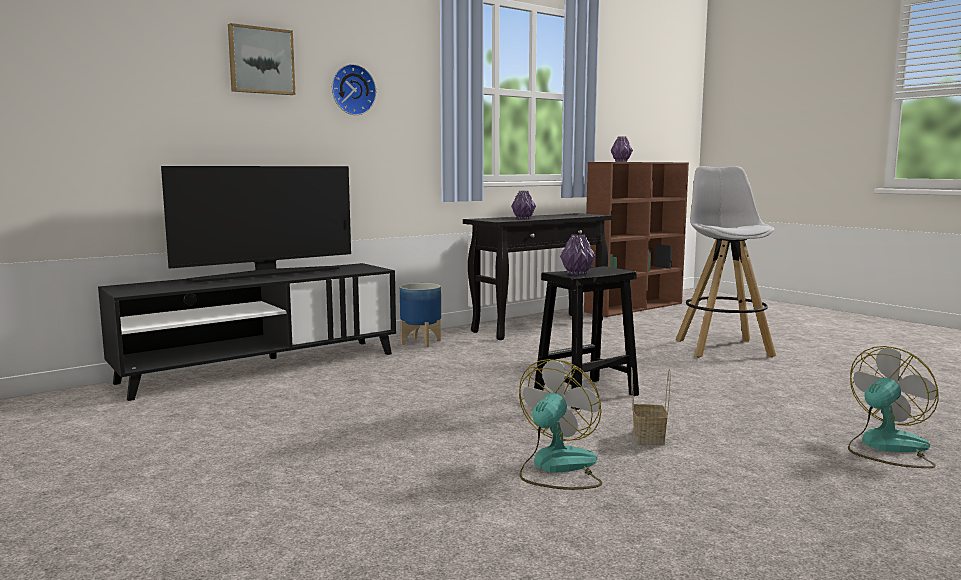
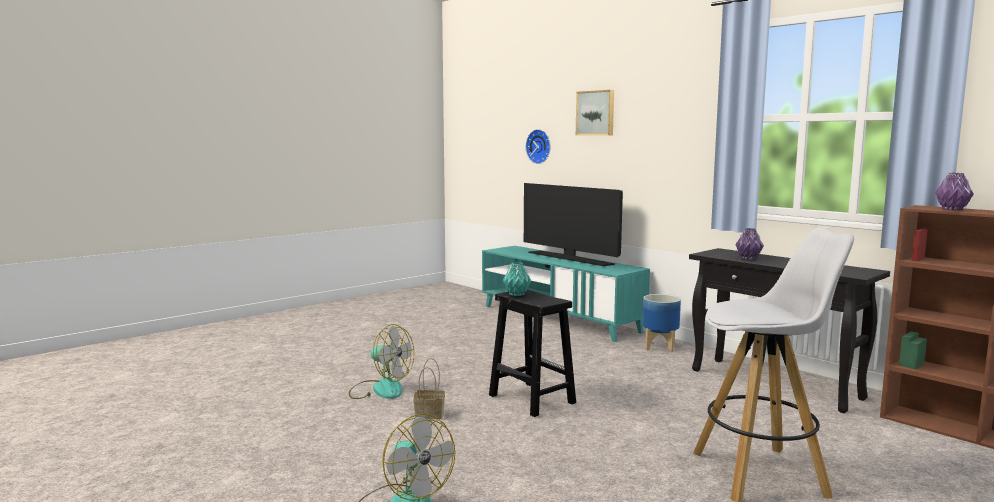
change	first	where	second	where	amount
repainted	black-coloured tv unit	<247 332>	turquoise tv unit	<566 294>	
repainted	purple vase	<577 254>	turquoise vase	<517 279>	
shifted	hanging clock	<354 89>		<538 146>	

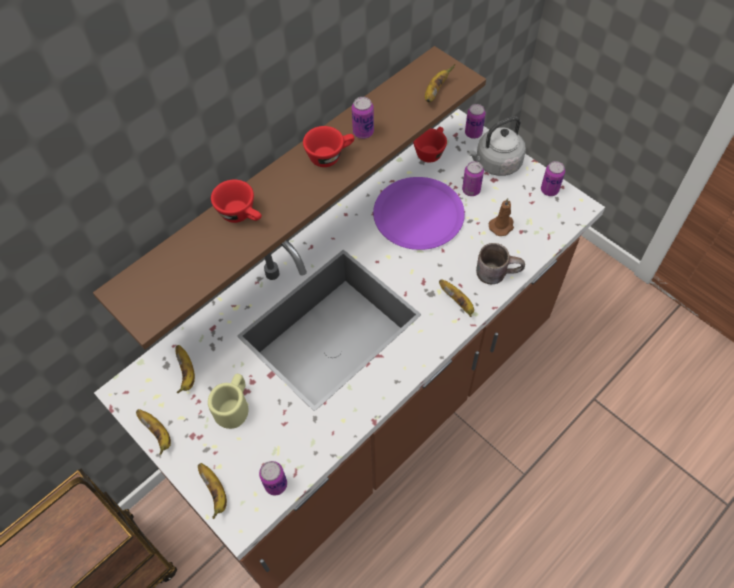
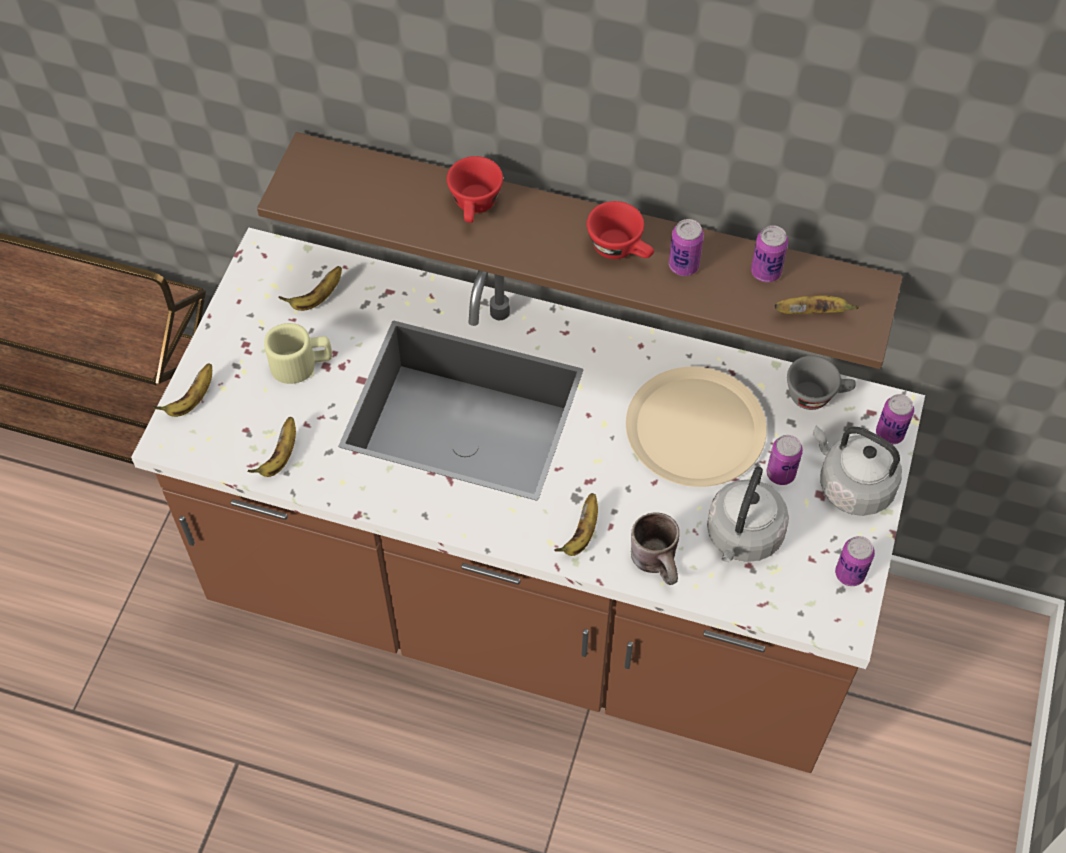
change	first	where	second	where	amount
shifted	whole banana	<153 432>		<272 447>	
repainted	purple flat dish	<419 213>	beige-coloured flat dish	<696 427>	
swapped	brown candle	<501 217>	gray tea kettle	<748 514>	
shifted	metal can	<273 478>		<769 253>	
repainted	red-coloured drinking cup	<430 145>	gray drinking cup	<821 383>	

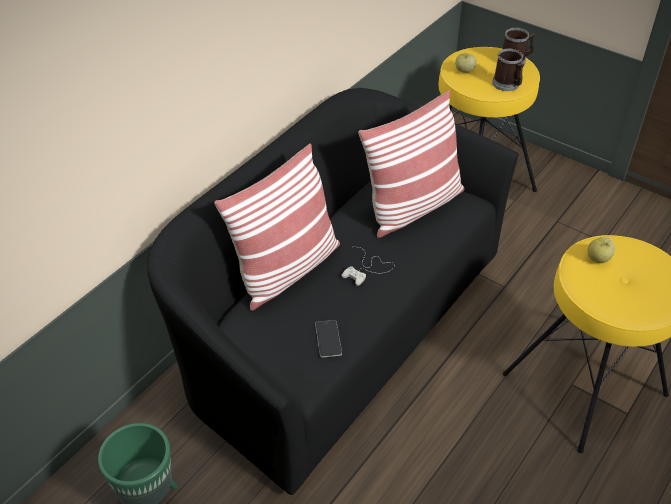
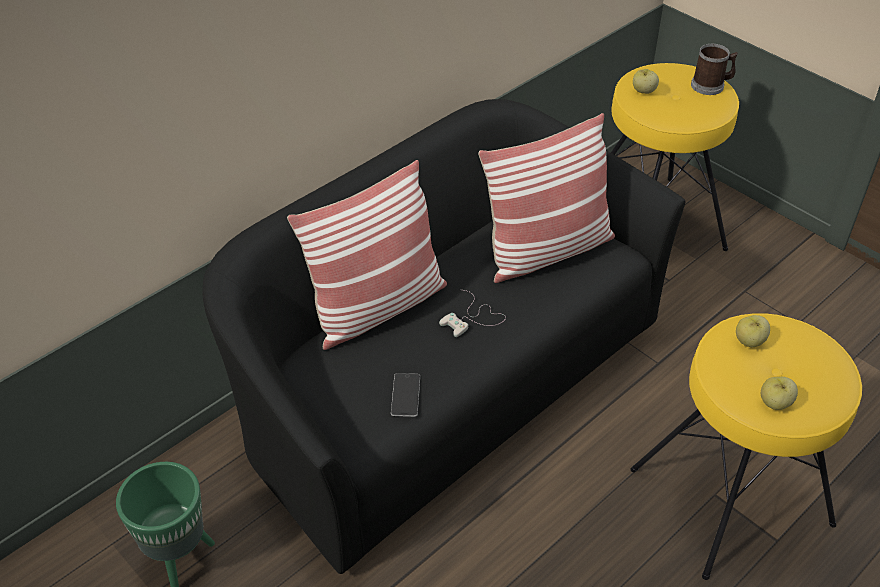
change	first	where	second	where	amount
new			apple fruit	<779 393>	
gone	mug	<508 70>			

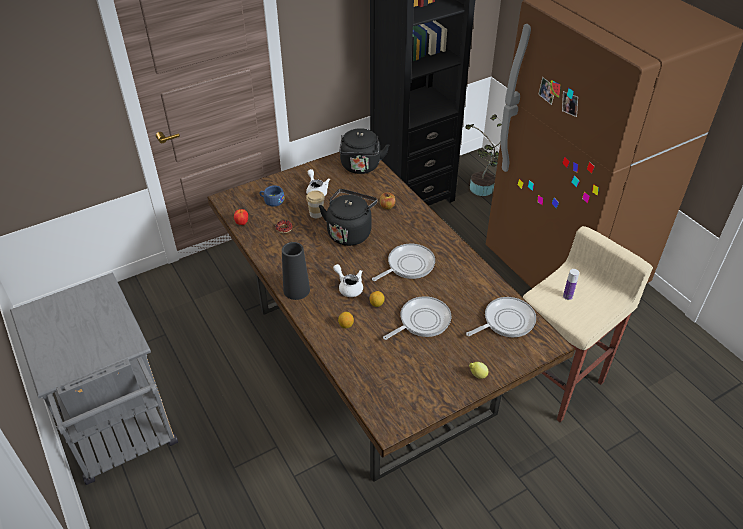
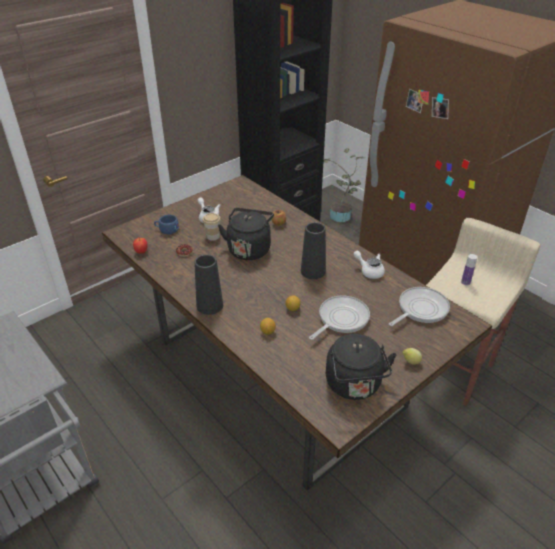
change	first	where	second	where	amount
swapped	pan	<403 262>	black-coloured vase	<313 250>	
shifted	black-coloured tea kettle	<364 151>		<361 367>	
shifted	white teapot	<348 280>		<369 265>	

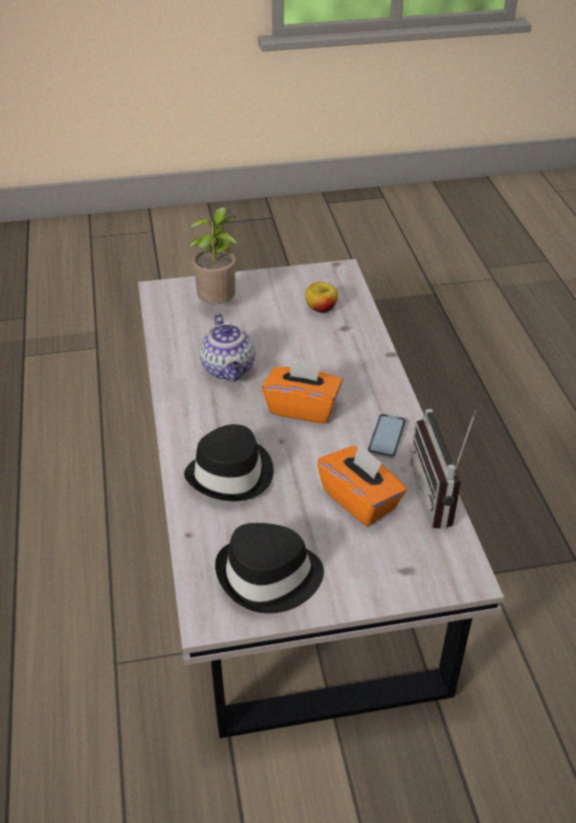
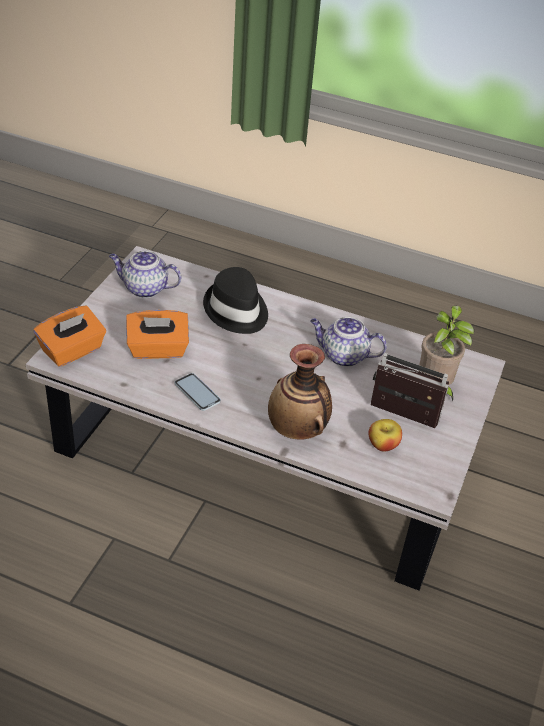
change	first	where	second	where	amount
shifted	orangey tissue box	<302 390>		<70 336>	
swapped	black-coloured wearable hat	<269 568>	teapot	<145 274>	
new			vase	<300 392>	
shifted	radio	<443 469>		<410 390>	

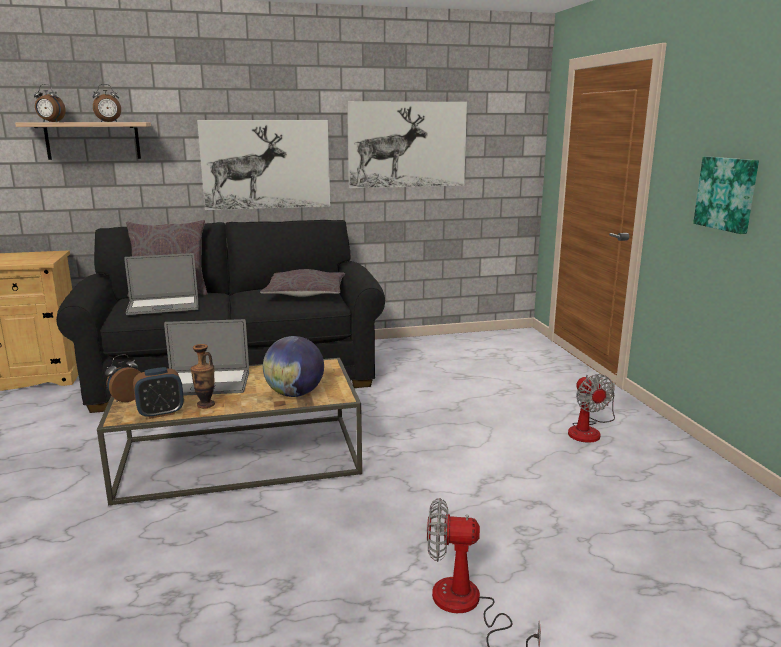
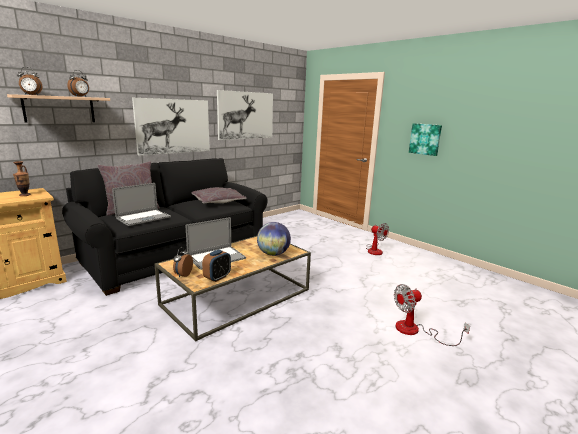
change	first	where	second	where	amount
shifted	vase	<203 376>		<22 178>	

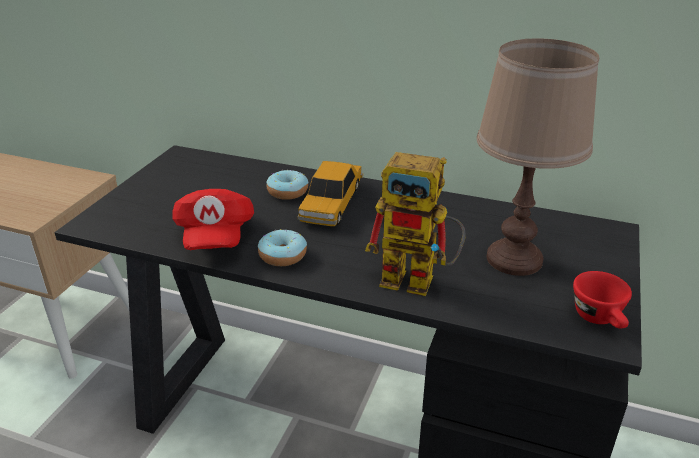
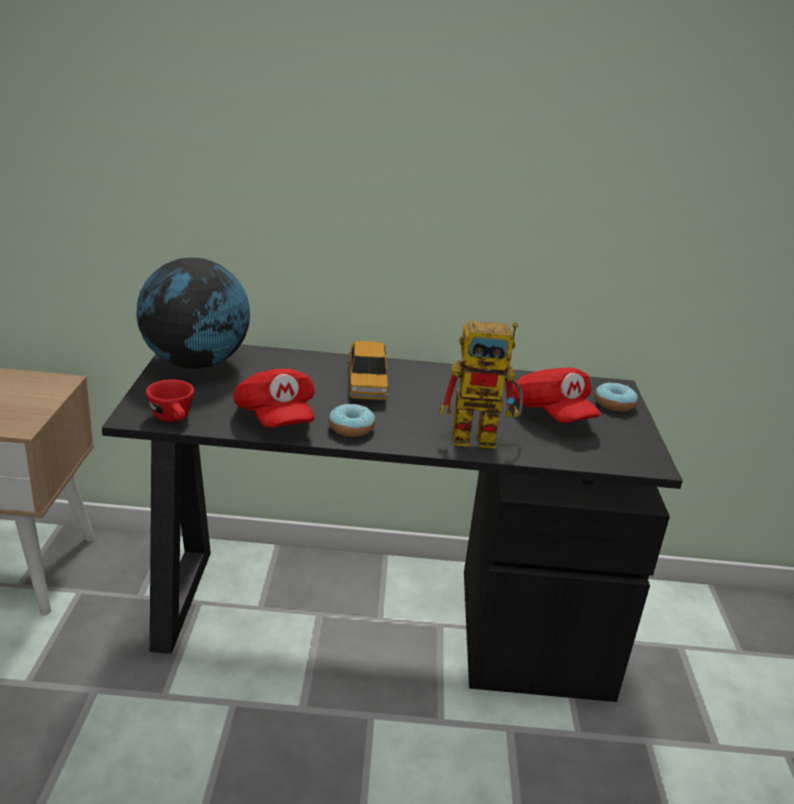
change	first	where	second	where	amount
new			world globe	<193 313>	
shifted	red-coloured drinking cup	<602 300>		<170 400>	
swapped	brown table lamp	<538 157>	red-coloured cap	<557 395>	
shifted	donut	<287 185>		<616 397>	

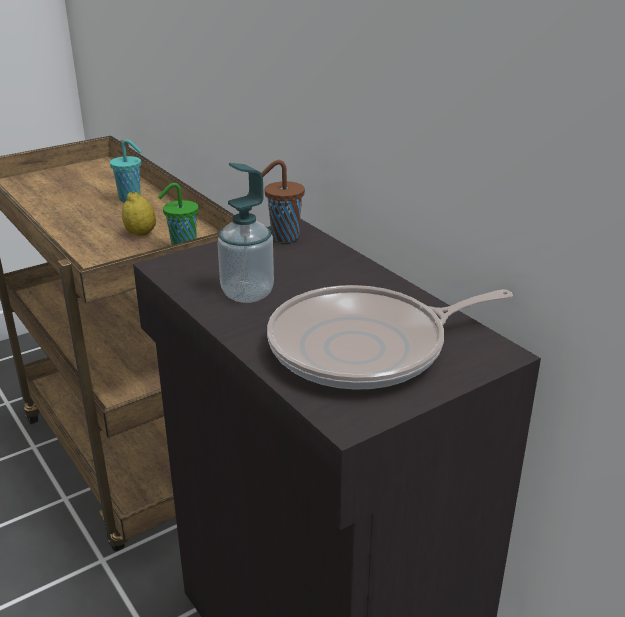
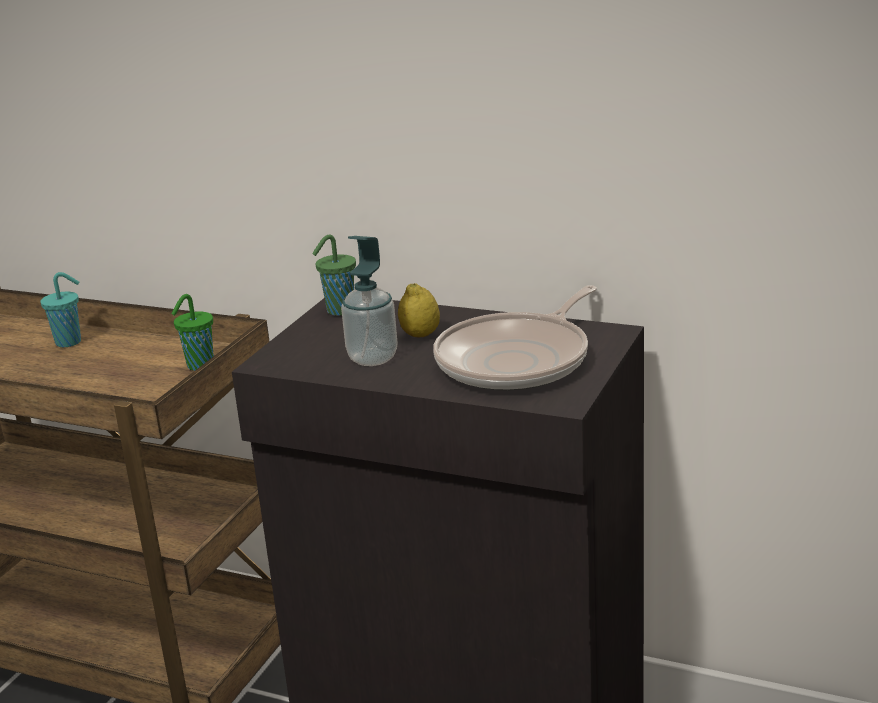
change	first	where	second	where	amount
repainted	brown drinking cup	<283 201>	green drinking cup	<334 275>	
shifted	whole lemon	<139 214>		<419 310>	

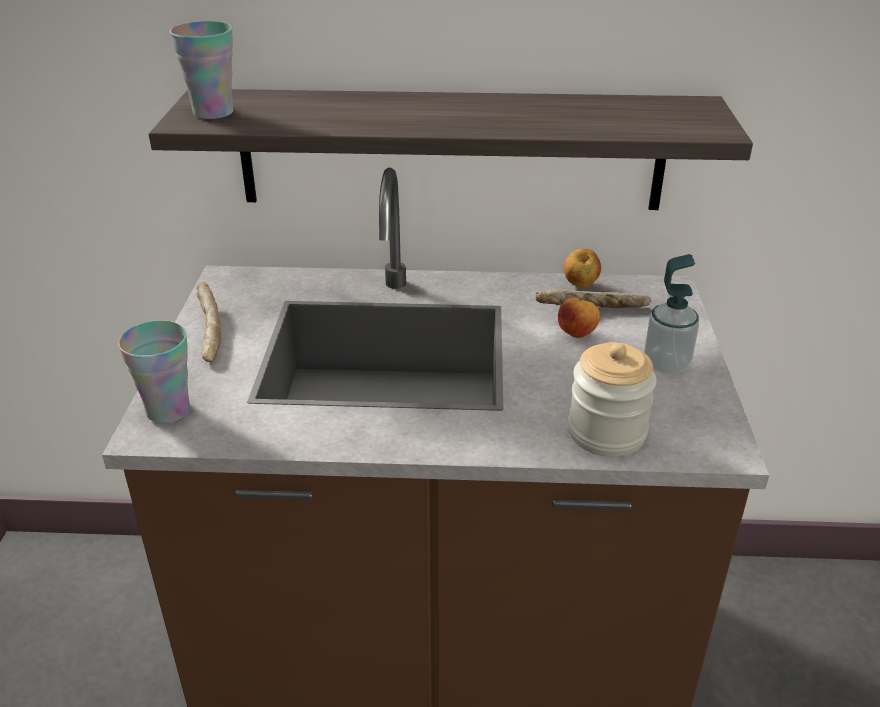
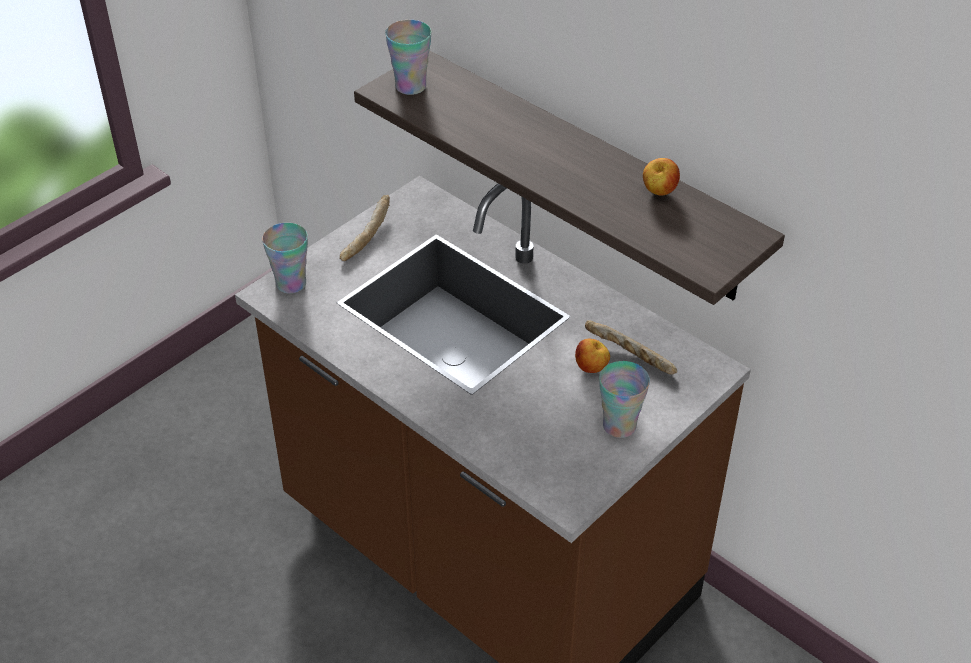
change	first	where	second	where	amount
swapped	soap bottle	<671 314>	drinking cup	<624 399>	
shifted	apple fruit	<582 268>		<661 176>	
gone	jar	<612 399>			

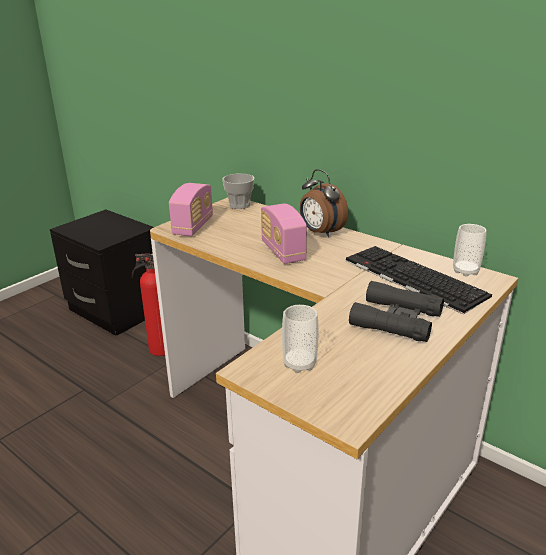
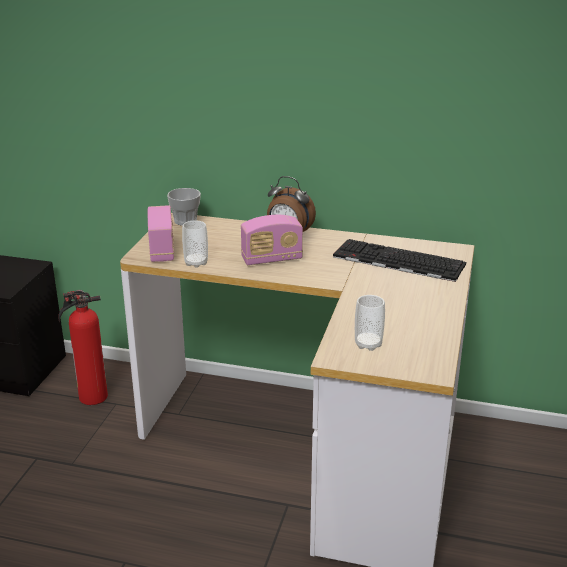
change	first	where	second	where	amount
shifted	drinking cup	<470 250>		<195 244>	
rotated	radio	<284 234>		<272 240>	60 degrees counterclockwise
gone	black-coloured field glasses	<396 311>			

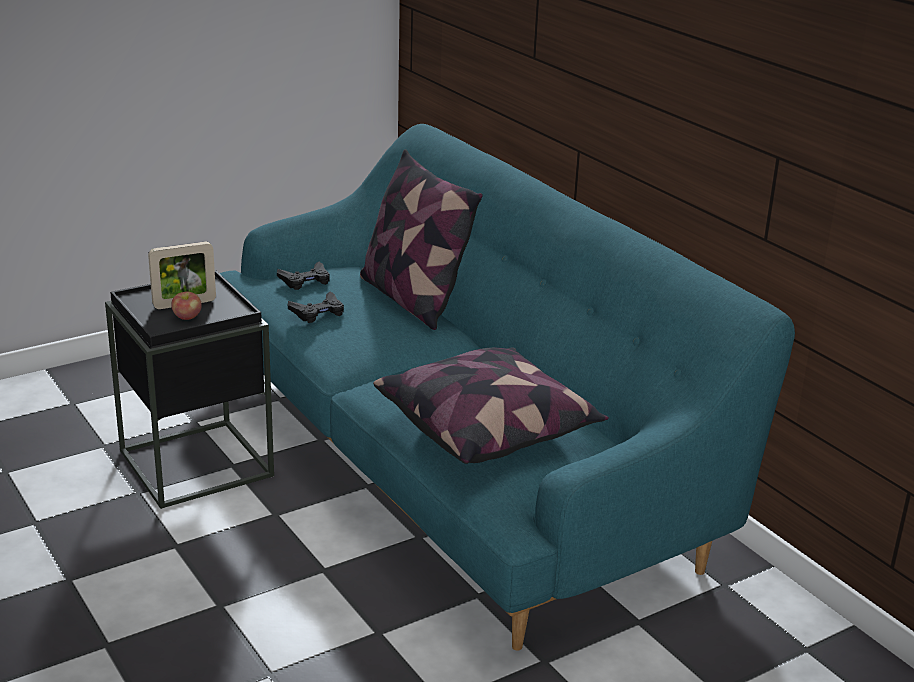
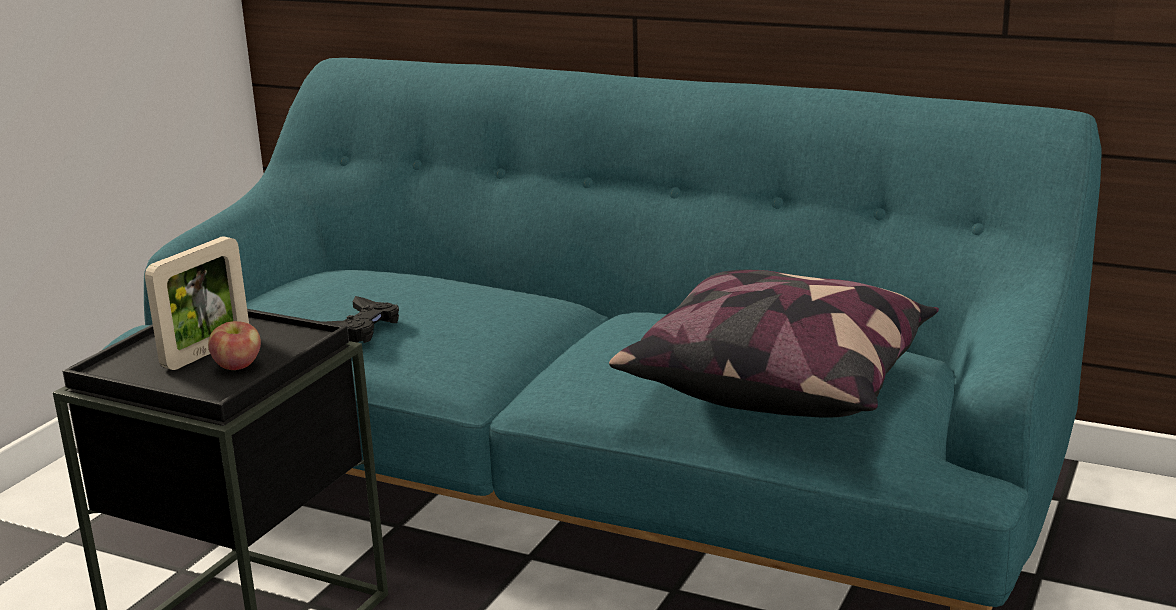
change	first	where	second	where	amount
gone	black-coloured game controller	<303 276>			
gone	cushion	<421 239>			

